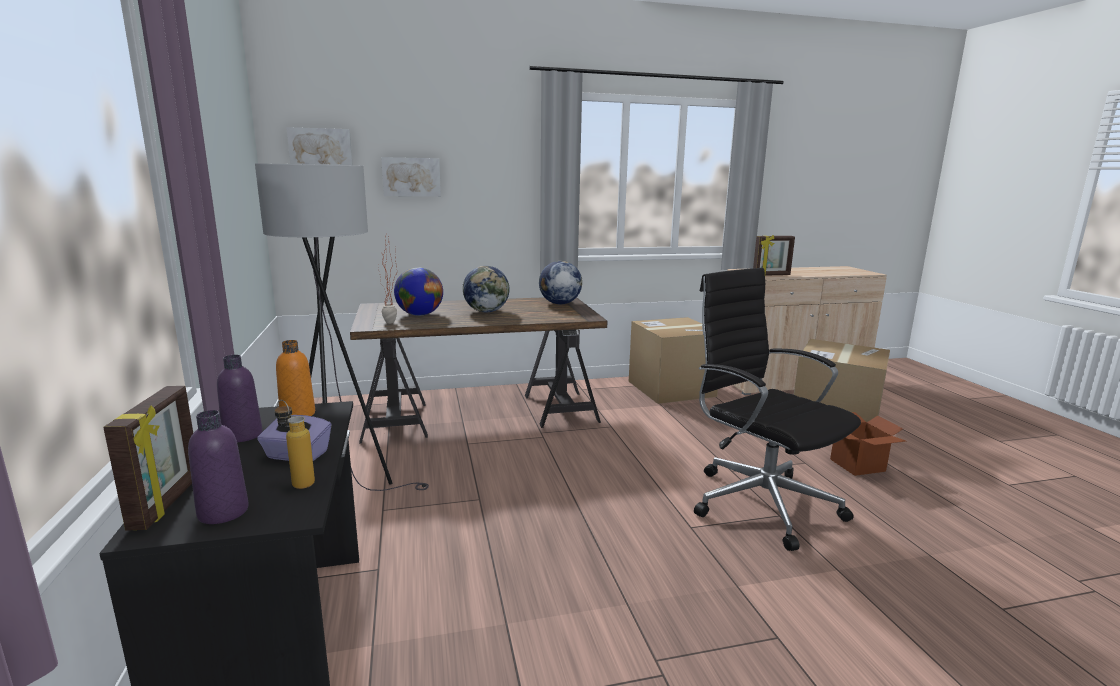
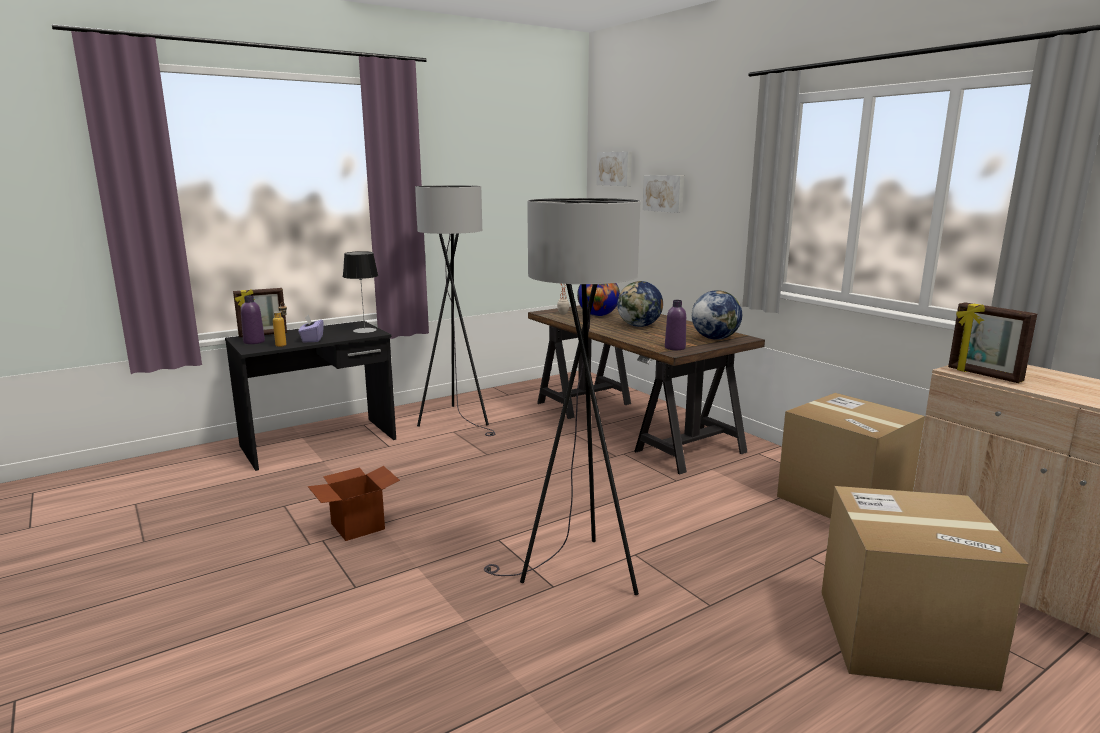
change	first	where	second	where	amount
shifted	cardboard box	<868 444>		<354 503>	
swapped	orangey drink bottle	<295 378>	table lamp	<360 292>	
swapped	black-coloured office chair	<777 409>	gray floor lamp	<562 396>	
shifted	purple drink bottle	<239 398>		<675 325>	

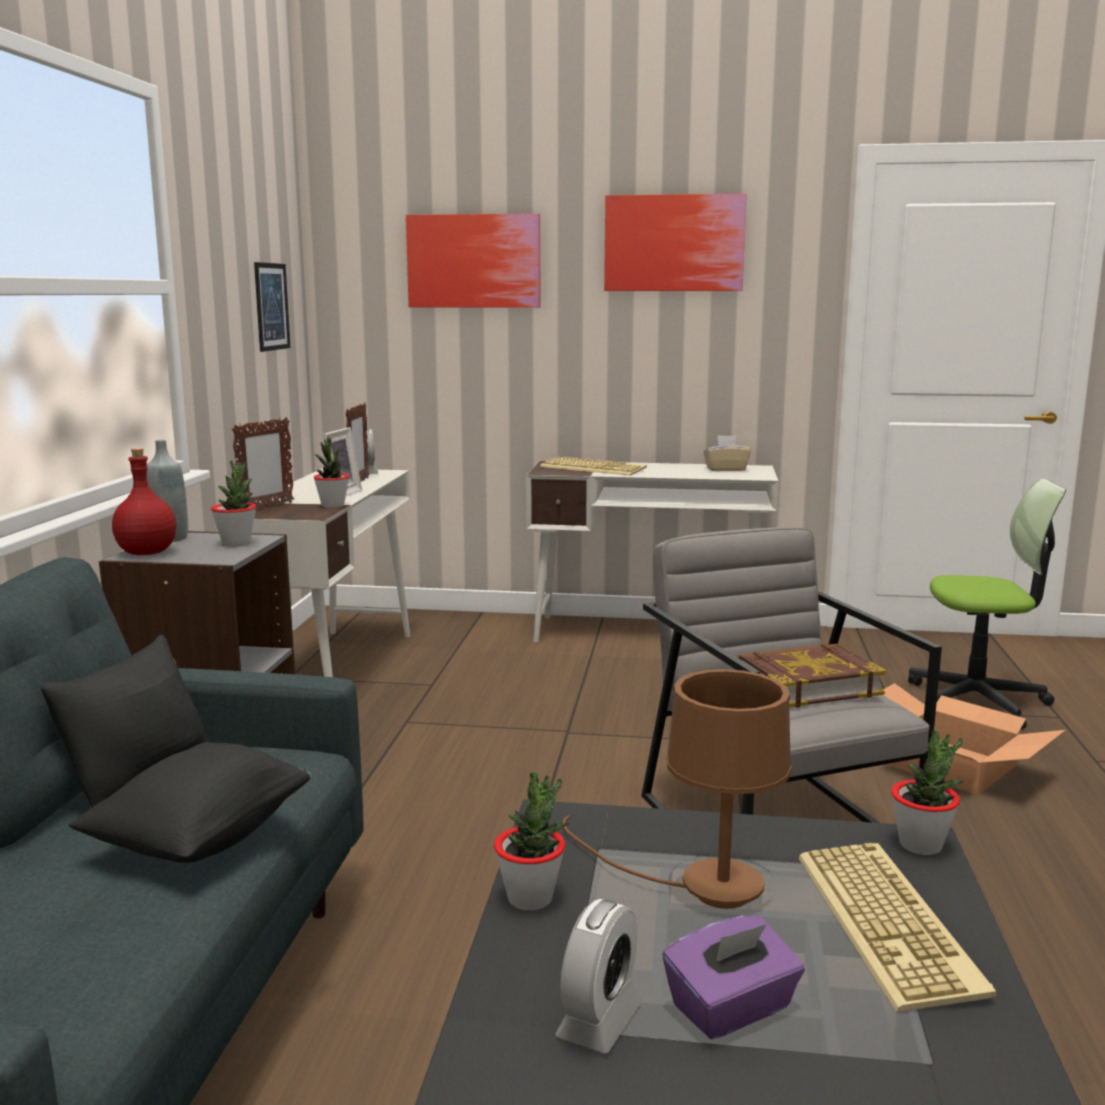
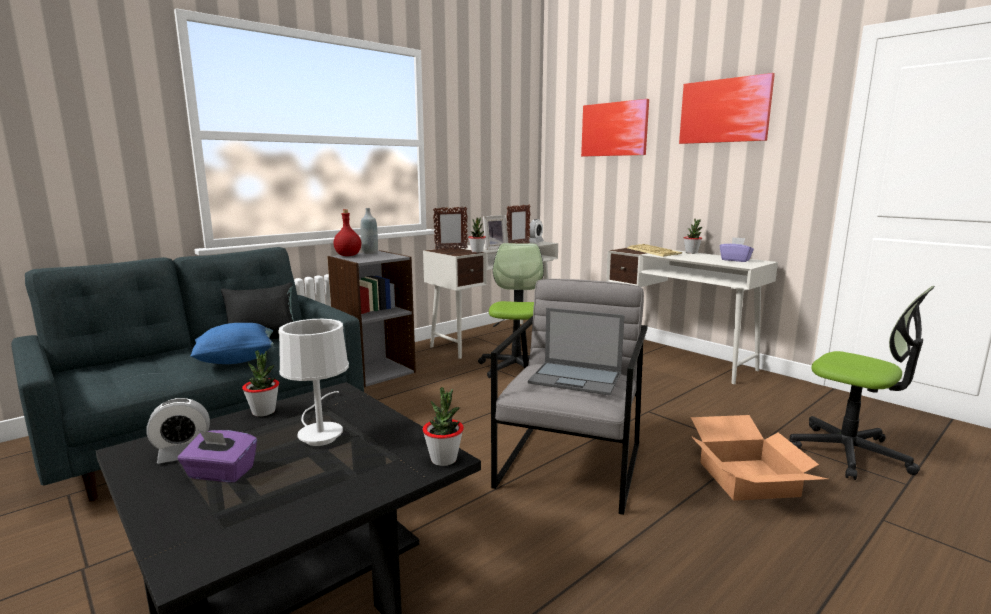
change	first	where	second	where	amount
repainted	black-coloured cushion	<190 802>	blue-coloured cushion	<232 343>	
repainted	brown table lamp	<677 789>	white table lamp	<314 382>	
new			office chair	<511 310>	
swapped	book	<812 676>	portable computer	<576 351>	
shifted	plant in a pot	<233 503>		<692 236>	
repainted	beige-coloured tissue box	<727 453>	purple tissue box	<737 249>	
gone	wall art	<272 307>			
gone	computer keyboard	<897 927>			

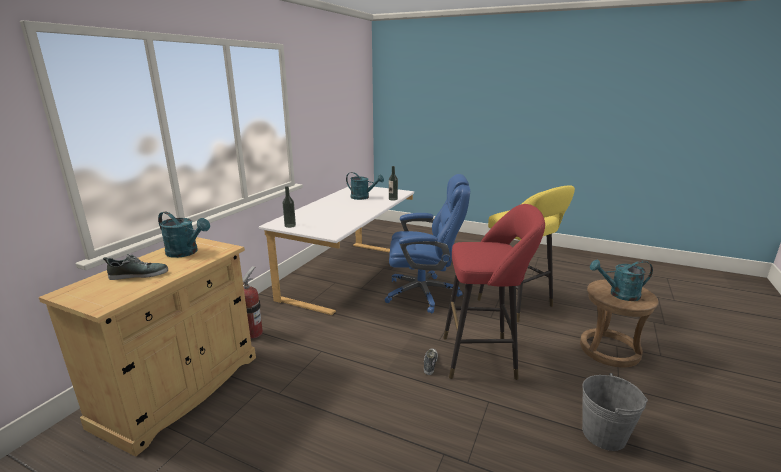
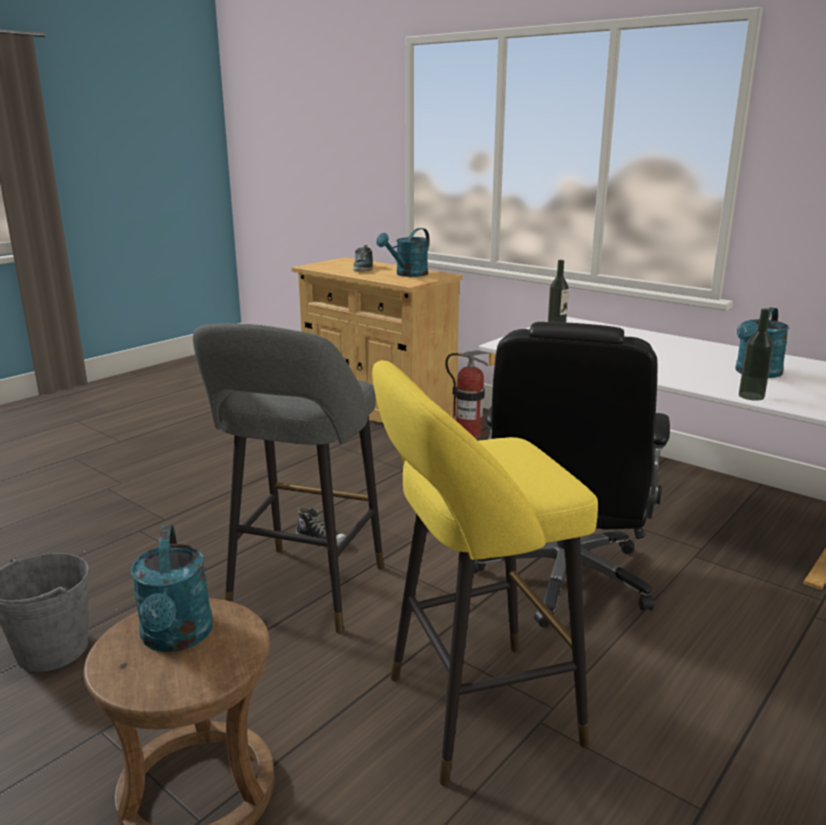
change	first	where	second	where	amount
rotated	turquoise watering pot	<621 280>		<171 588>	150 degrees clockwise
repainted	red-coloured stool seat	<494 292>	gray stool seat	<288 478>	
repainted	blue-coloured office chair	<427 244>	black-coloured office chair	<572 474>	

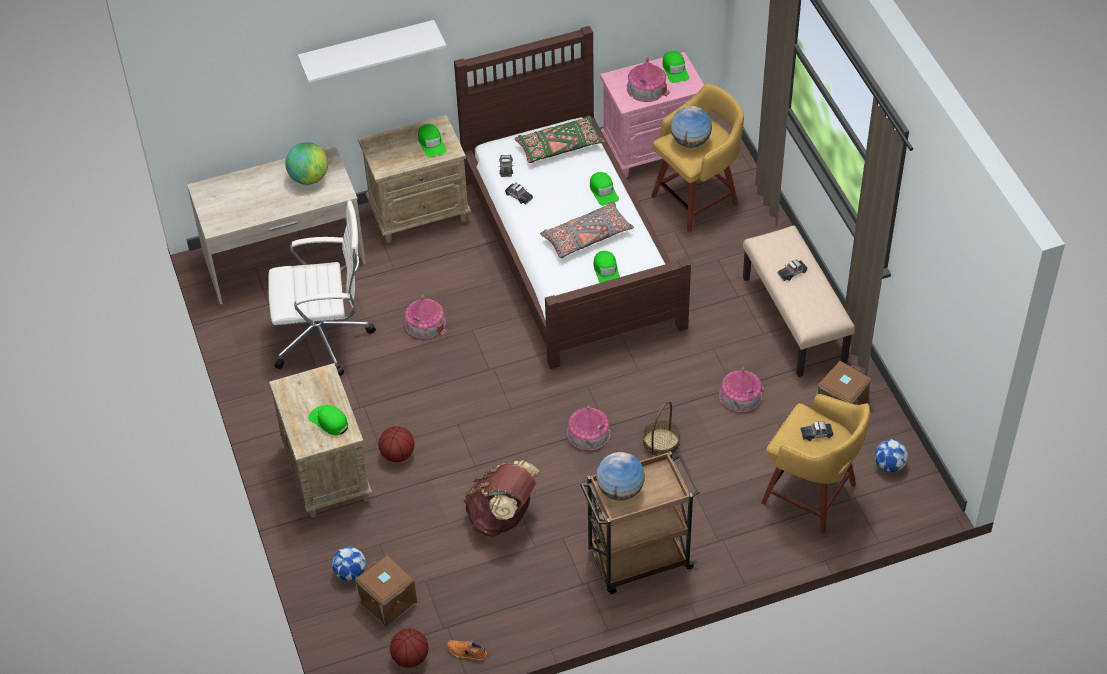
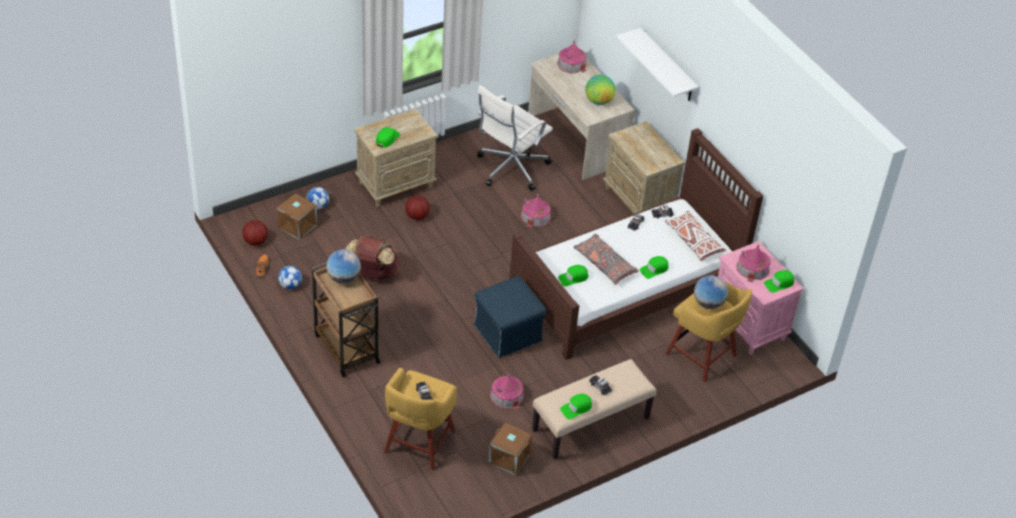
change	first	where	second	where	amount
shifted	football ball	<891 455>		<290 277>	
new			blue-coloured ottoman	<510 317>	
rotated	white office chair	<322 288>		<515 138>	60 degrees clockwise
shifted	toy house	<589 428>		<572 56>	
shifted	green cap	<432 140>		<576 406>	
repainted	green cushion	<559 139>	white cushion	<695 236>	
gone	household basket	<661 429>			

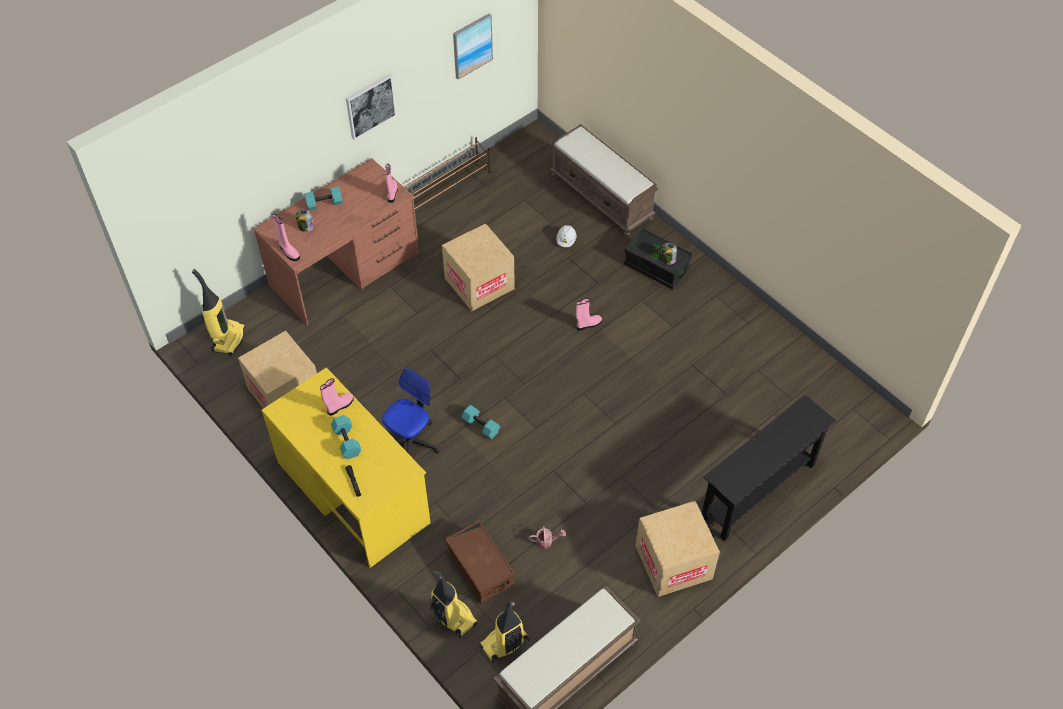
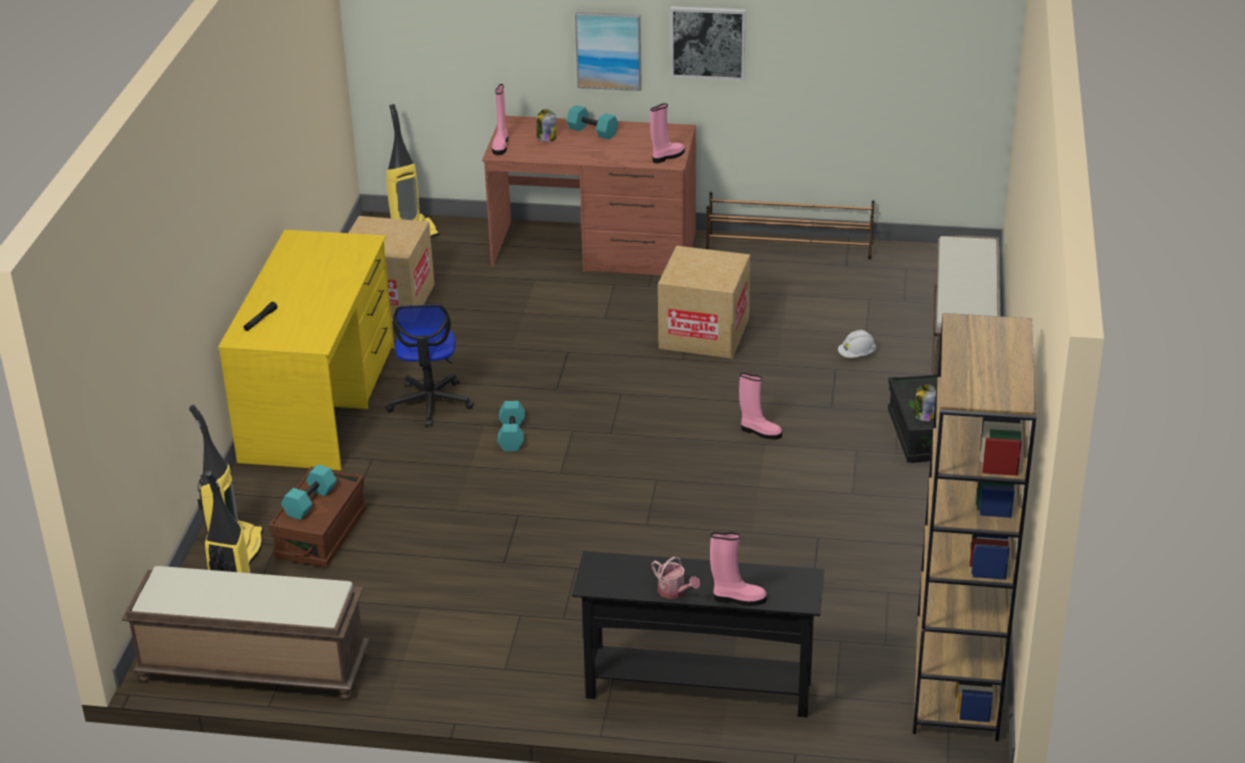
change	first	where	second	where	amount
shifted	turquoise free weight	<346 437>		<309 492>	
rotated	office chair	<411 411>		<430 365>	90 degrees clockwise
shifted	wall art	<473 47>		<608 51>	
shifted	watering pot	<547 537>		<675 578>	
shifted	pink-coloured tall boot	<337 397>		<738 569>	
new			brown shelving unit	<974 527>	
gone	cardboard box	<678 549>			

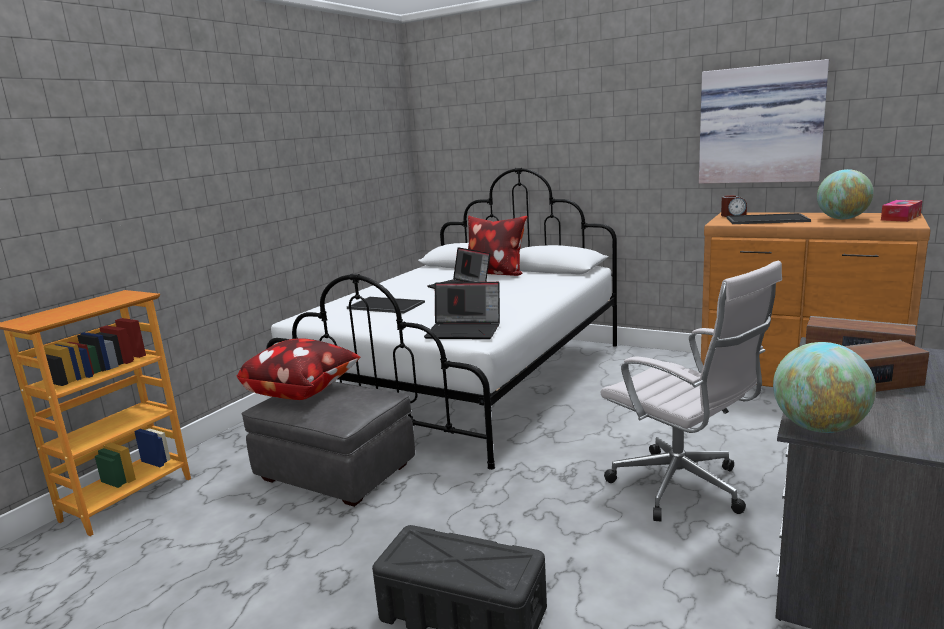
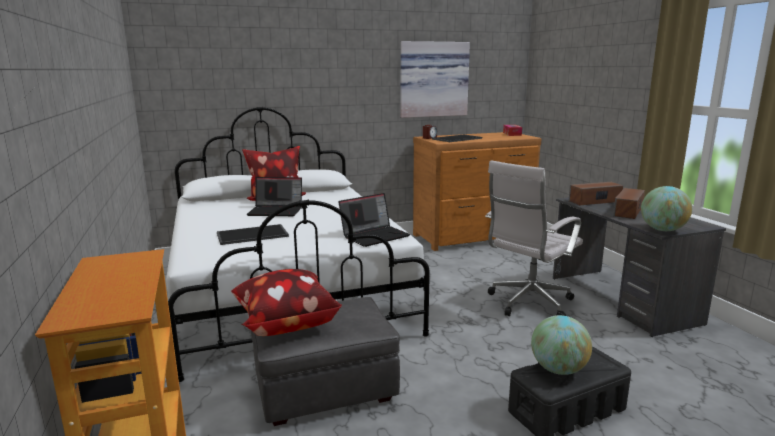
change	first	where	second	where	amount
rotated	white office chair	<691 391>		<534 238>	135 degrees clockwise
shifted	world globe	<845 194>		<561 345>	

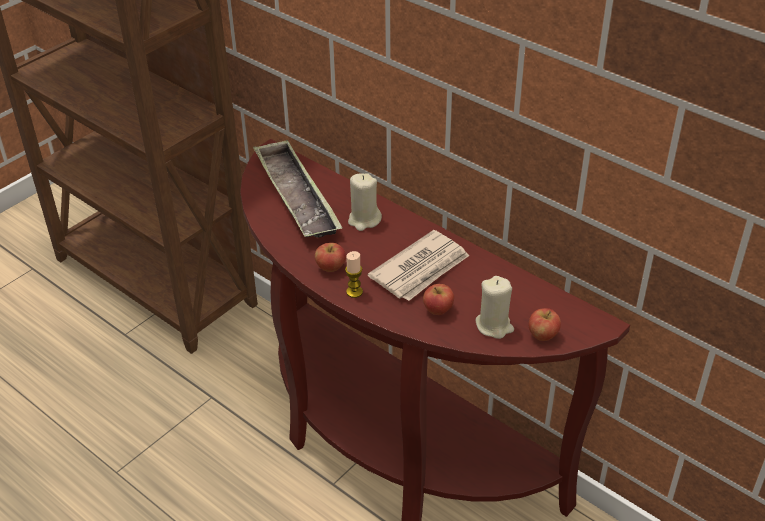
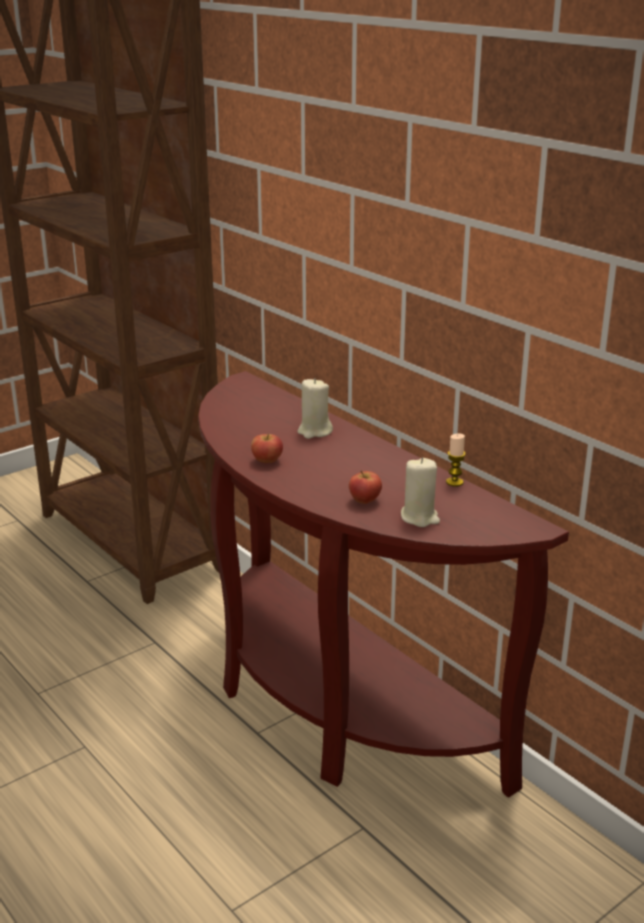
change	first	where	second	where	amount
shifted	candle	<354 274>		<456 460>	
gone	carrying tray	<298 189>			
gone	newspaper	<418 265>			
gone	apple fruit	<545 324>			

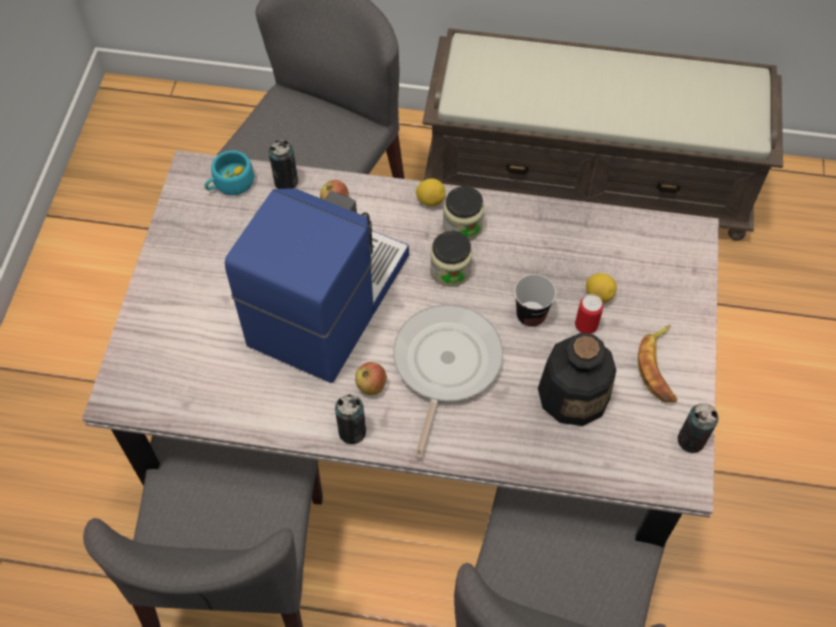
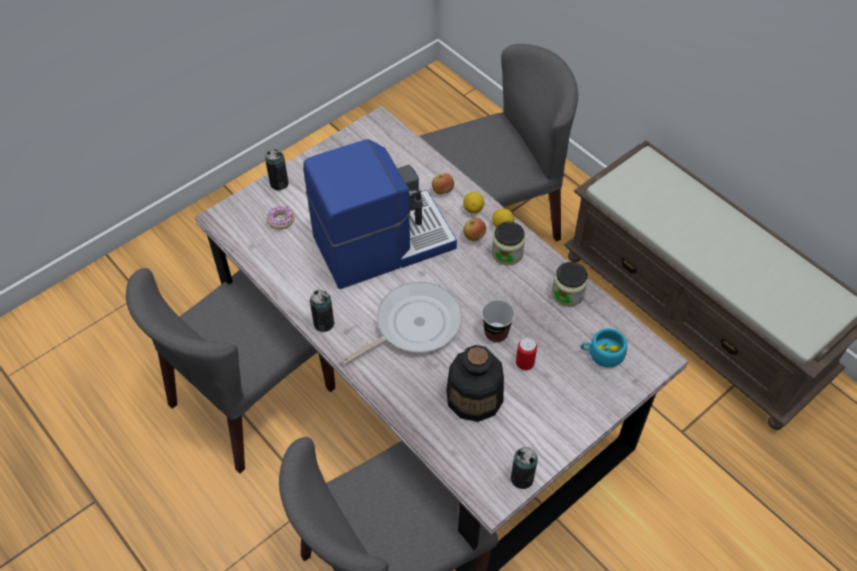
change	first	where	second	where	amount
shifted	metal can	<283 164>		<277 169>	
new			donut	<281 218>	
shifted	whole lemon	<601 288>		<473 203>	
shifted	apple fruit	<371 378>		<474 229>	
shifted	jar	<451 259>		<570 284>	
shifted	turquoise drinking cup	<229 172>		<604 348>	
gone	whole banana	<657 364>			

